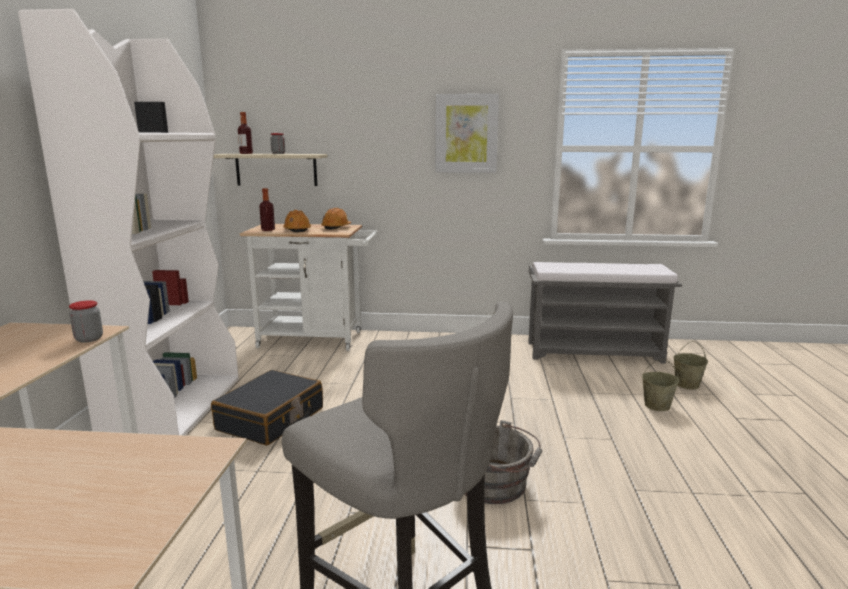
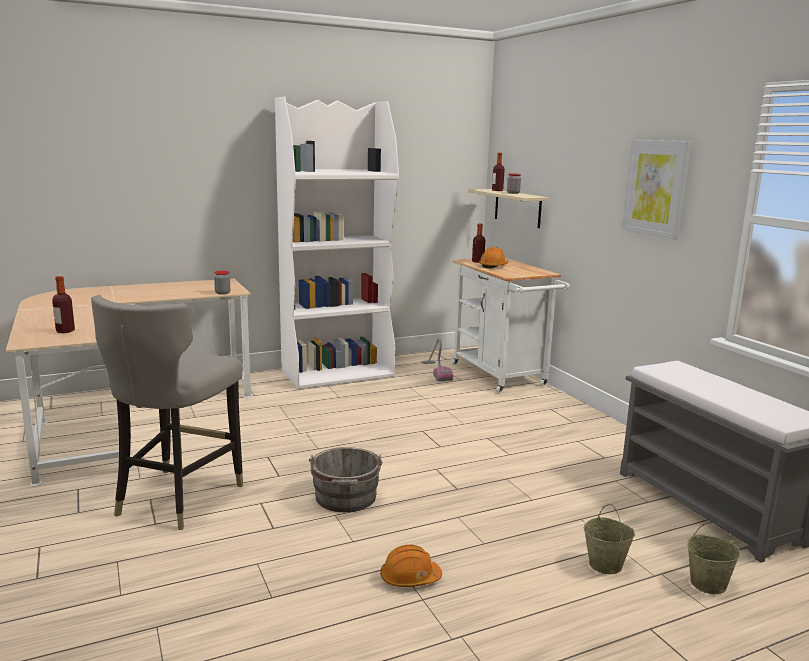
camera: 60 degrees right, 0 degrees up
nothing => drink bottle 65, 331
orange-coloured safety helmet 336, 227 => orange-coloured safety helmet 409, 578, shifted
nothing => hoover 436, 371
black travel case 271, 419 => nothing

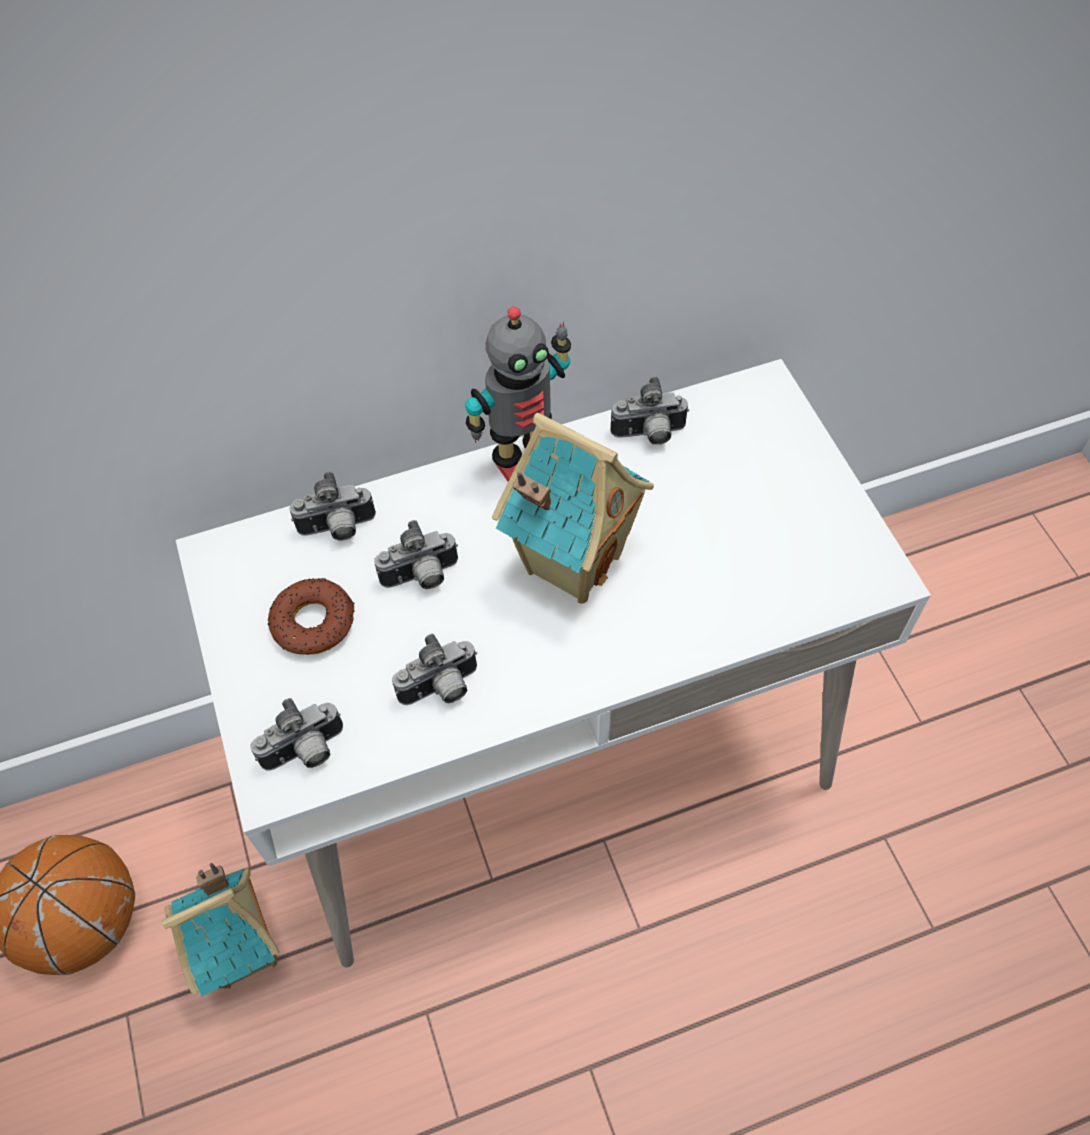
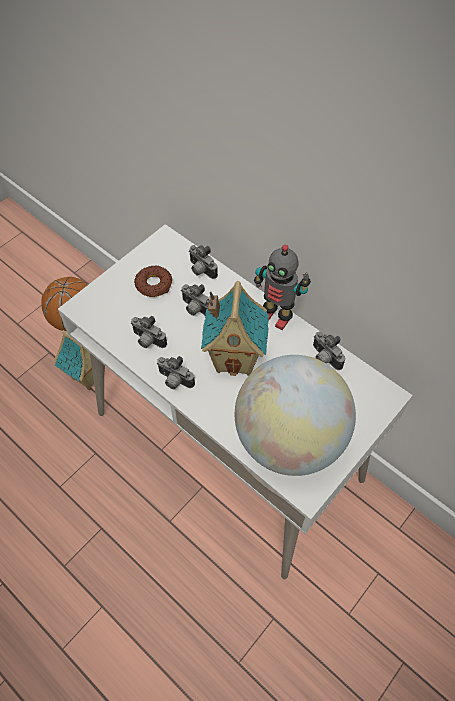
camera: 60 degrees right, 0 degrees up
photo camera 306, 752 => photo camera 174, 381, shifted
nothing => desk globe 289, 438

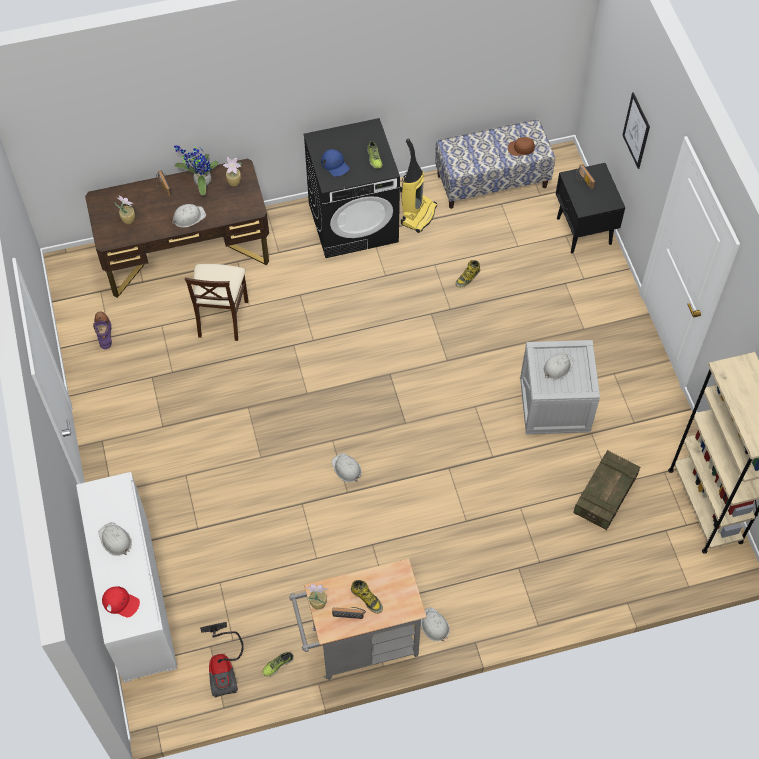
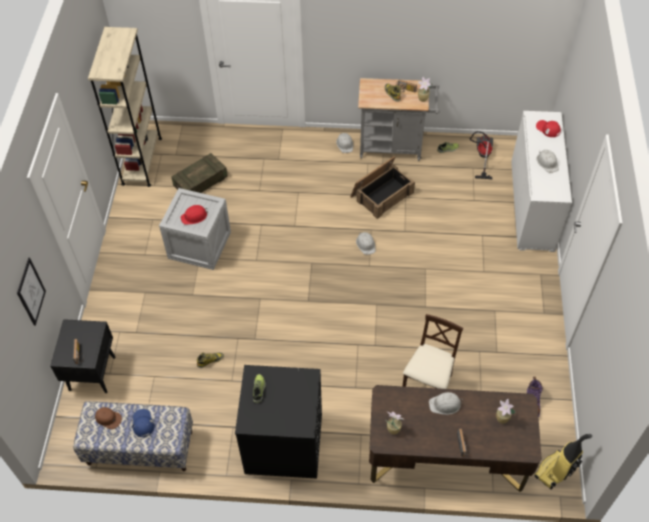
camera: 160 degrees left, 5 degrees down
blue cap 335, 165 => blue cap 143, 423, shifted
whitish safety helmet 557, 367 => reddish safety helmet 194, 216
nothing => packing crate 382, 194
hoover 418, 214 => hoover 554, 471, shifted
plant in a pot 200, 182 => nothing

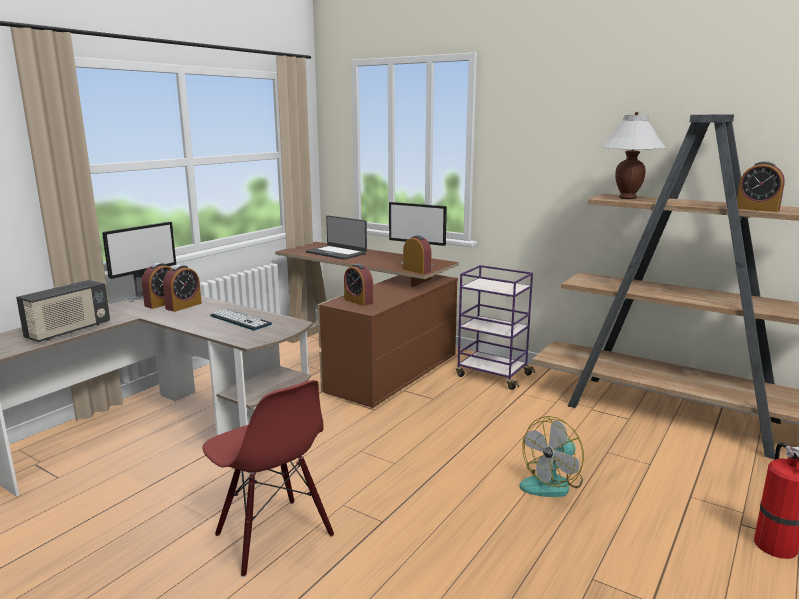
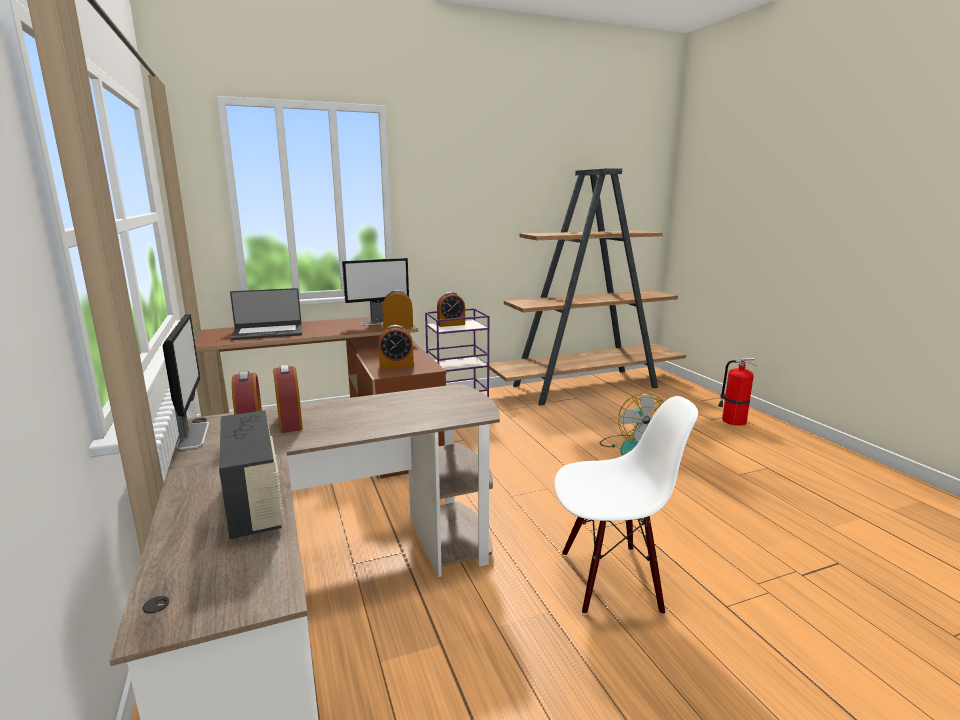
camera: 55 degrees left, 0 degrees up
alarm clock 757, 209 => alarm clock 451, 324, shifted
reddish upright chair 273, 536 => whitish upright chair 610, 580
keyboard 240, 320 => nothing
whitish table lamp 627, 198 => nothing

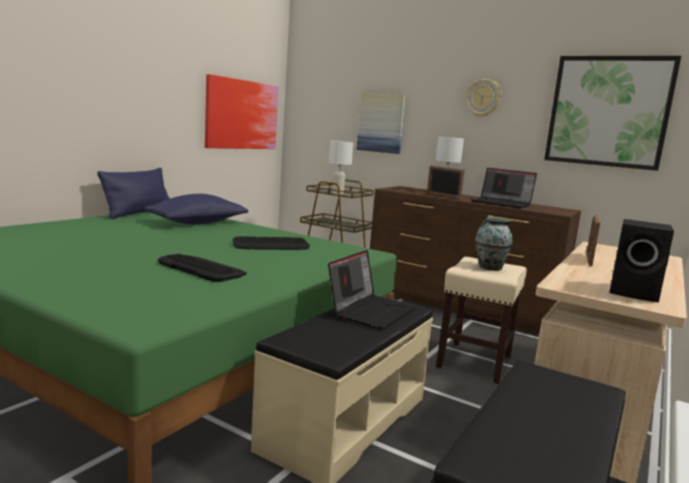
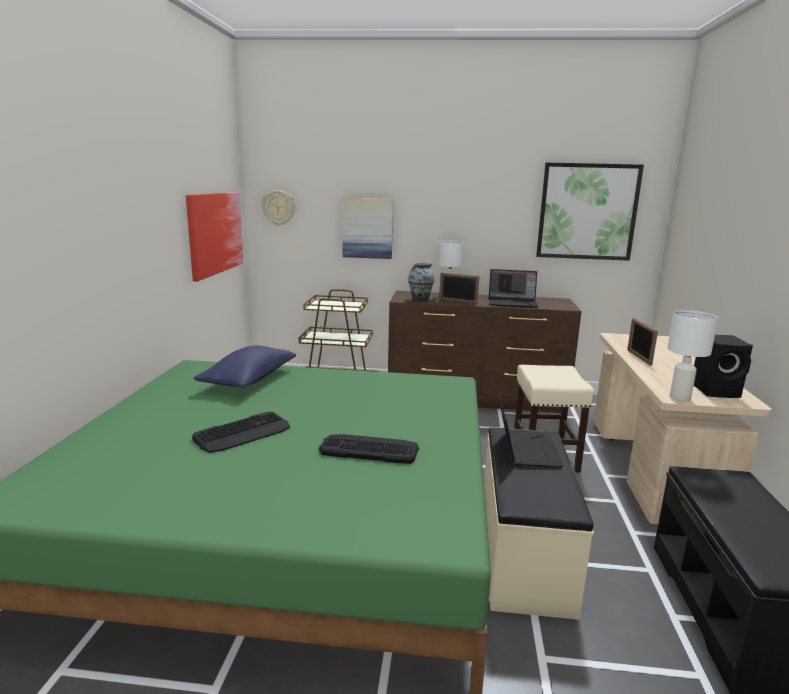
camera: 25 degrees left, 5 degrees up
keyboard 271, 245 => keyboard 243, 433, shifted
wall clock 483, 98 => wall clock 279, 207, shifted
decorative vase 489, 267 => decorative vase 420, 299, shifted
whitish table lamp 338, 193 => whitish table lamp 679, 397, shifted
blue pillow 138, 213 => nothing

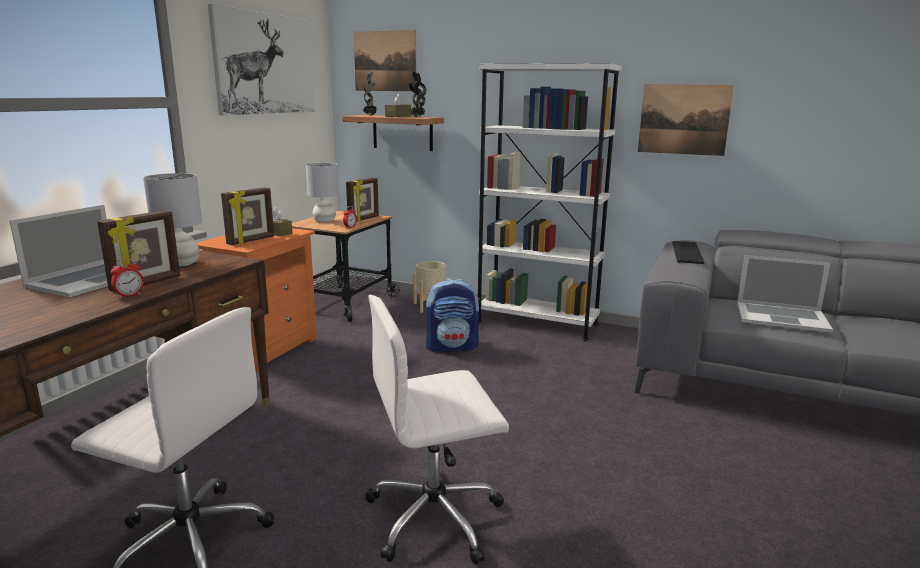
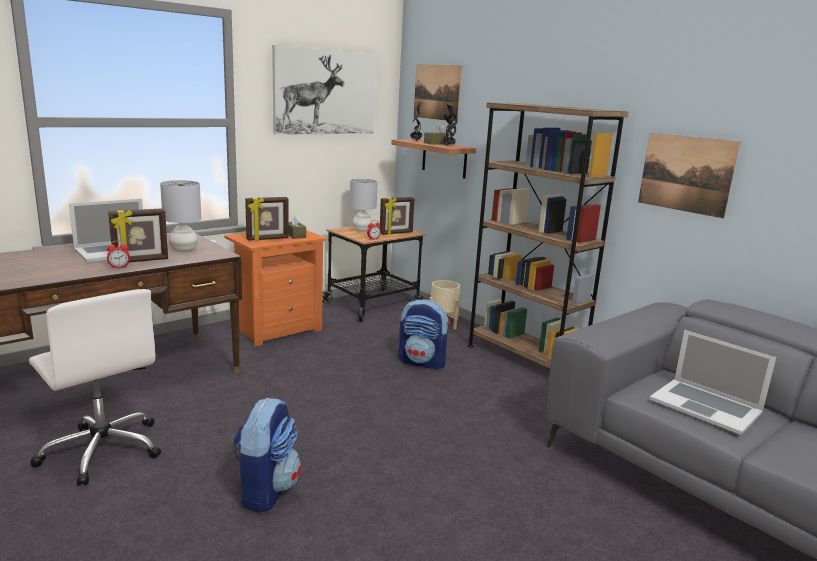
camera: 25 degrees right, 0 degrees up
whitish office chair 436, 516 => backpack 266, 490
whitish shelving unit 537, 323 => brown-coloured shelving unit 524, 359
keyboard 688, 252 => nothing

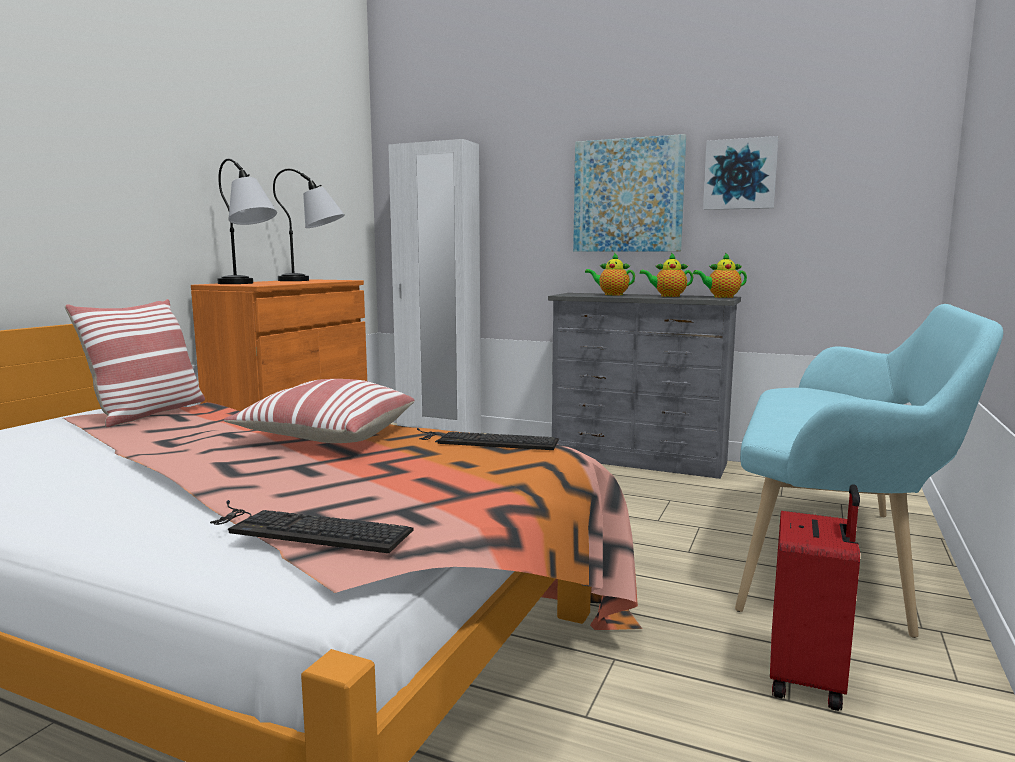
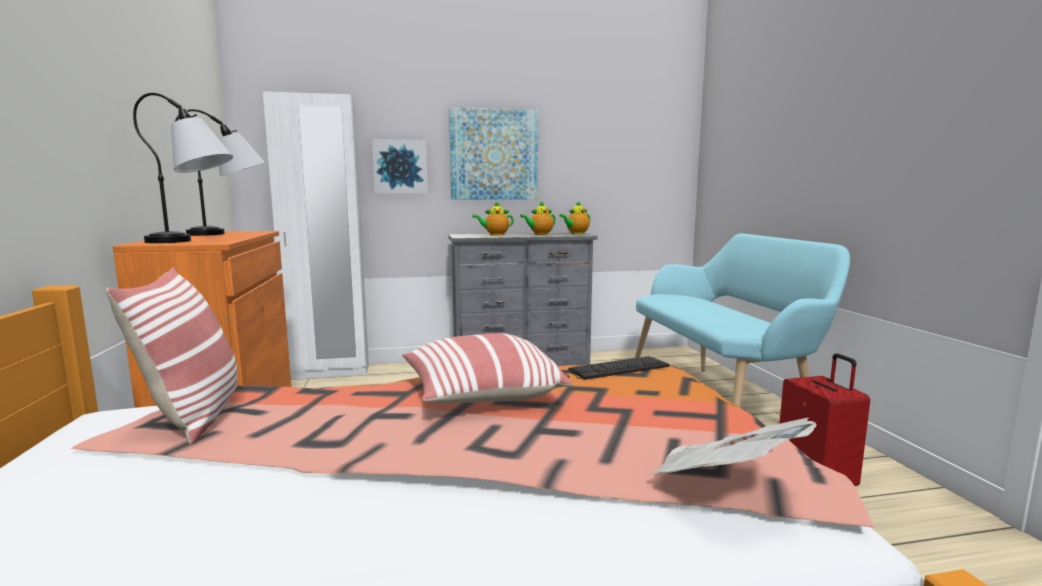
camera: 35 degrees left, 0 degrees up
picture 740, 174 => picture 400, 166, shifted
keyboard 303, 528 => newspaper 723, 484

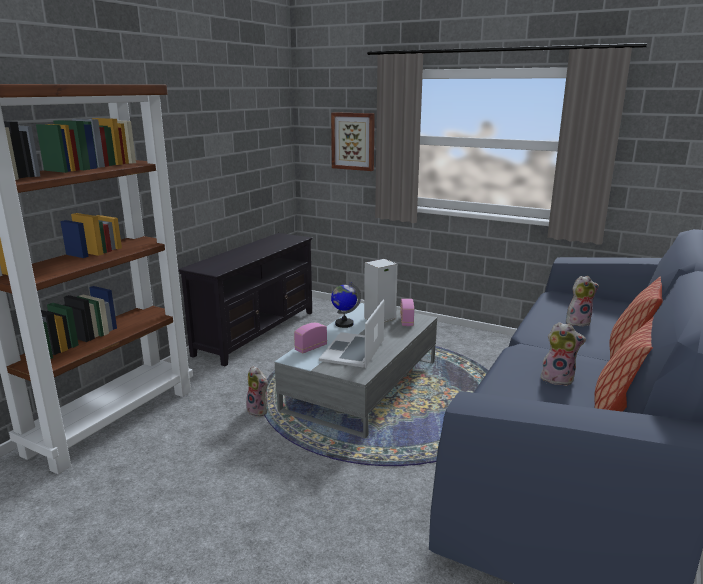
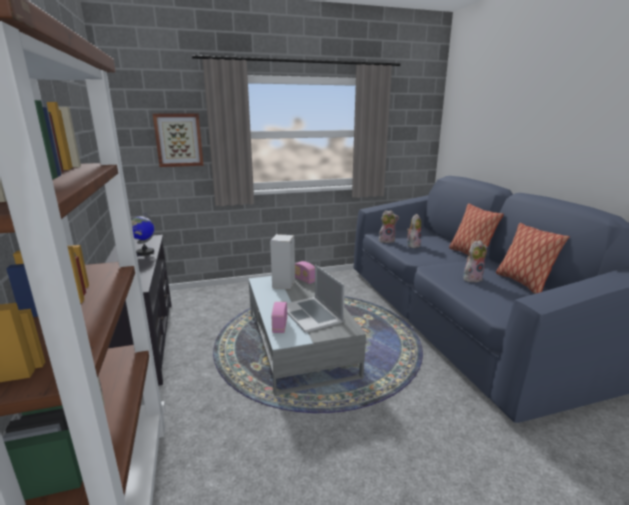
camera: 45 degrees left, 0 degrees up
desk globe 344, 324 => desk globe 145, 252, shifted
soft toy 259, 410 => soft toy 387, 240, shifted

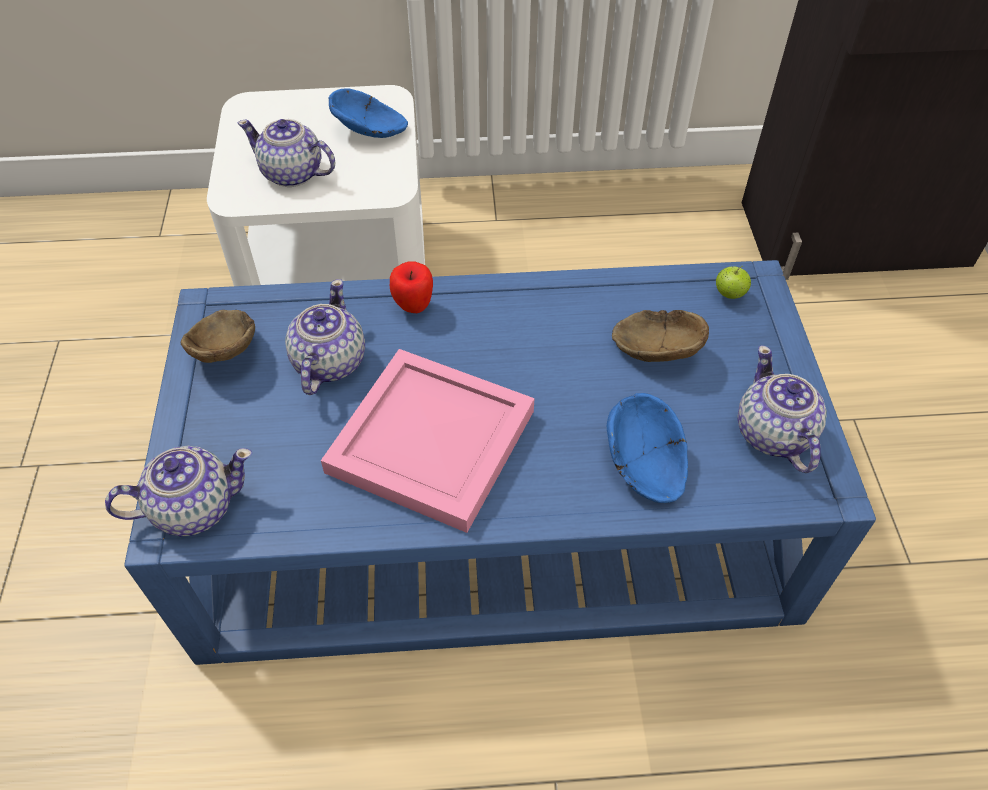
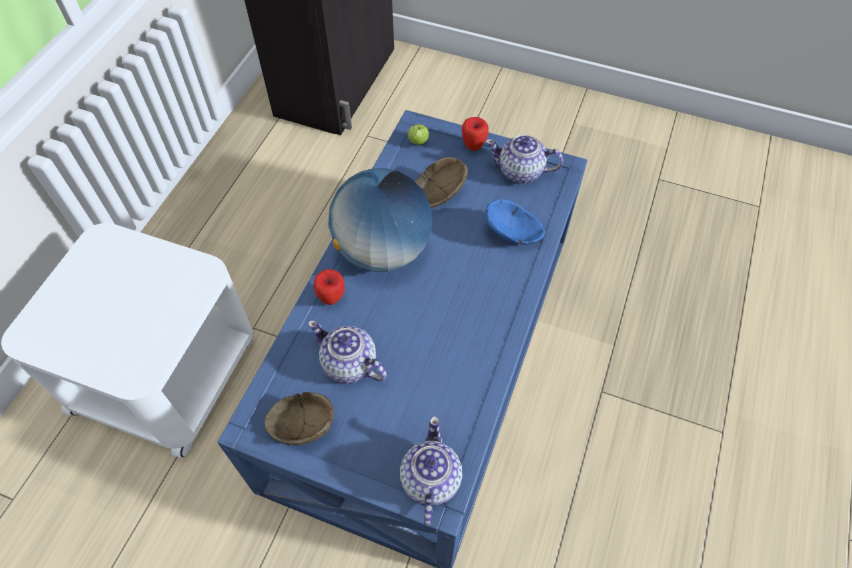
camera: 65 degrees left, 5 degrees up
nothing => desk globe 383, 250
nothing => apple fruit 473, 145
tea pot 293, 174 => nothing
pinkish tray 430, 438 => nothing
blue deep dish 372, 132 => nothing

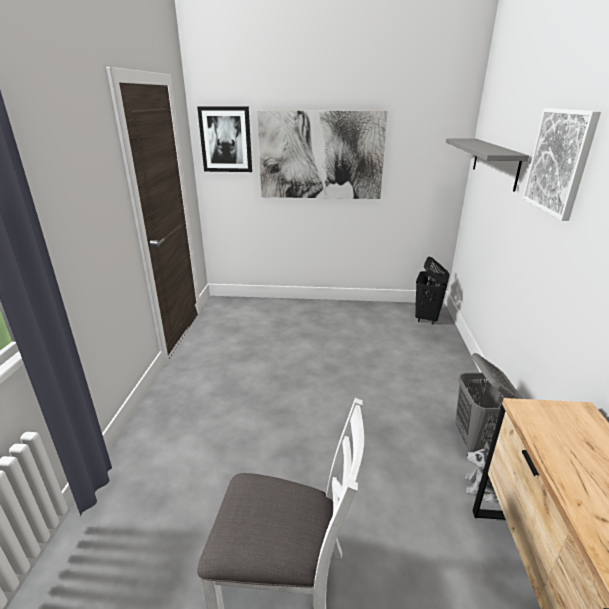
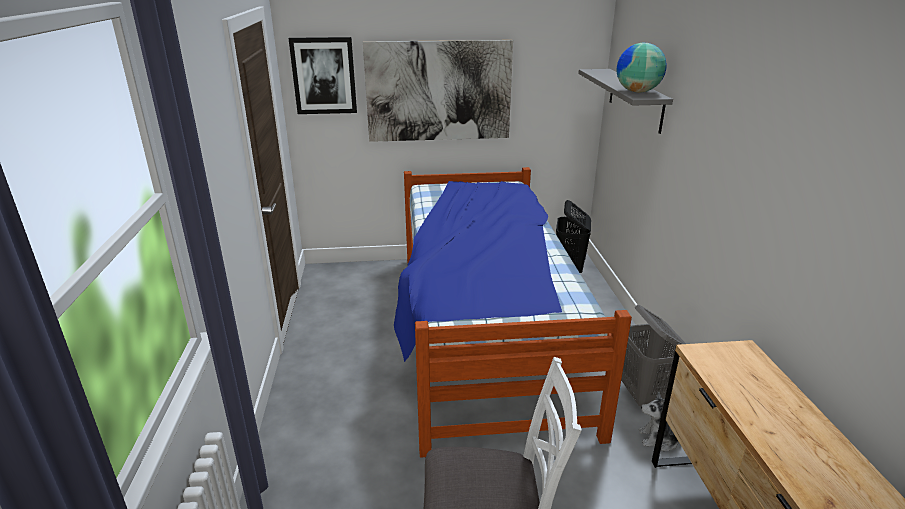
camera: 10 degrees left, 0 degrees up
nothing => sleeping bed 483, 330
nothing => desk globe 637, 92
picture 559, 161 => nothing

